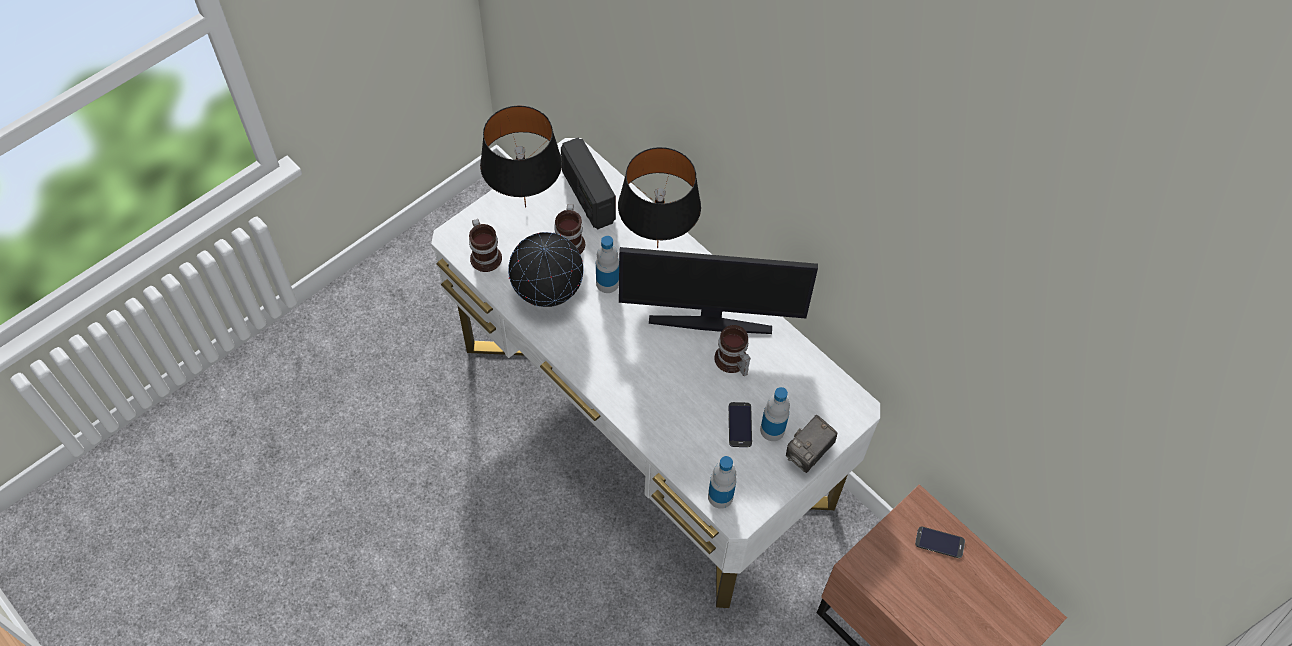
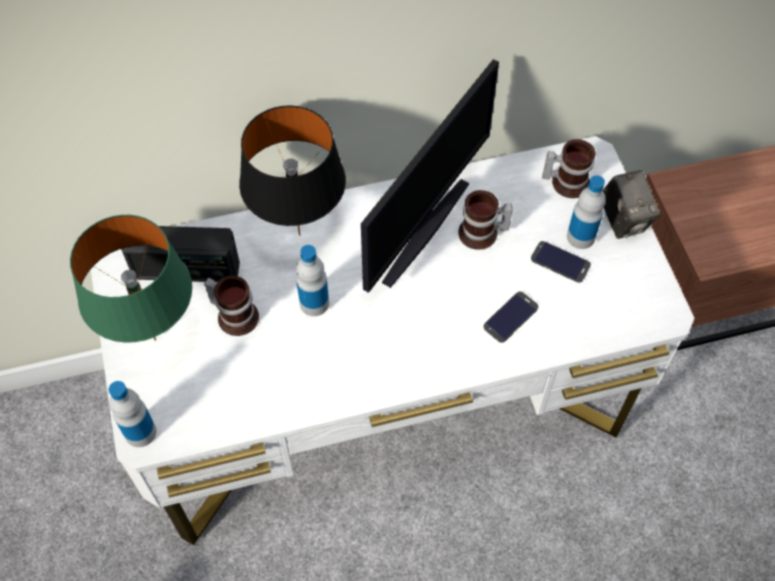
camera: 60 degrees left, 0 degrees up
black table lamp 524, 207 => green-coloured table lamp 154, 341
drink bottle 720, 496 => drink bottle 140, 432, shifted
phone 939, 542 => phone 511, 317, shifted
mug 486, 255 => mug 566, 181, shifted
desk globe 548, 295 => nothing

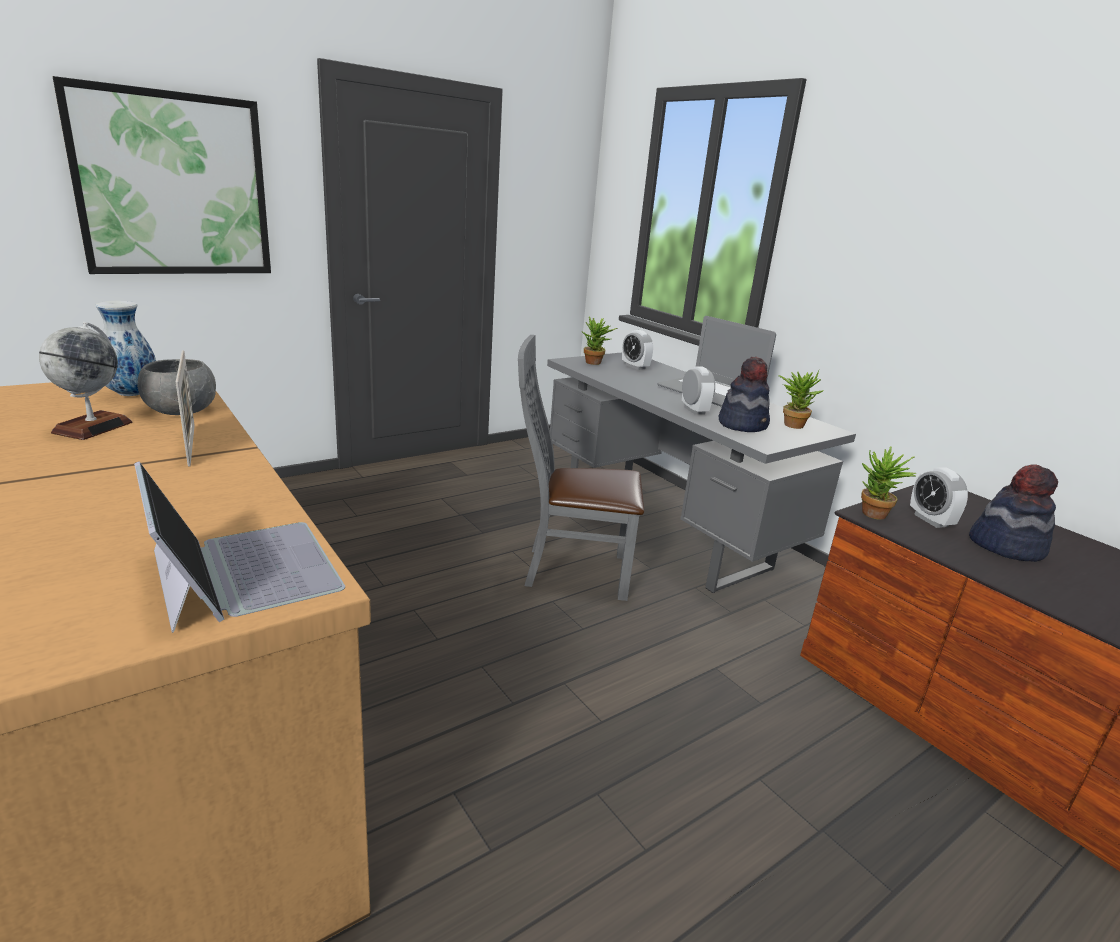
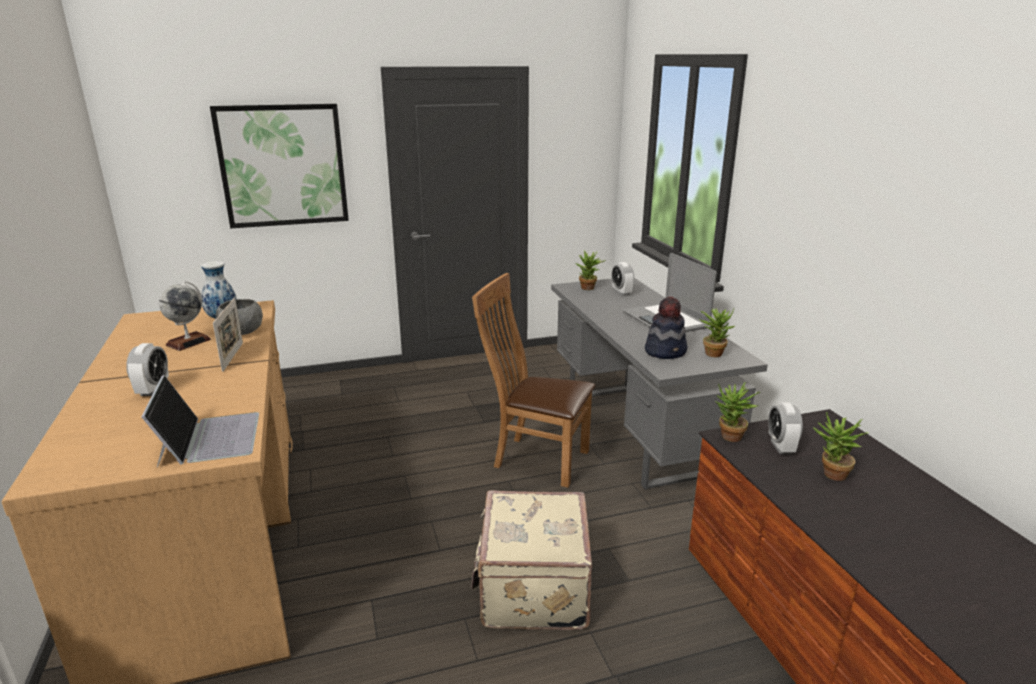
camera: 20 degrees right, 0 degrees up
alarm clock 694, 410 => alarm clock 153, 389, shifted
greyish upright chair 569, 570 => brown-coloured upright chair 535, 458
nothing => sand-coloured travel case 532, 589
hat 1006, 546 => plant in a pot 830, 475

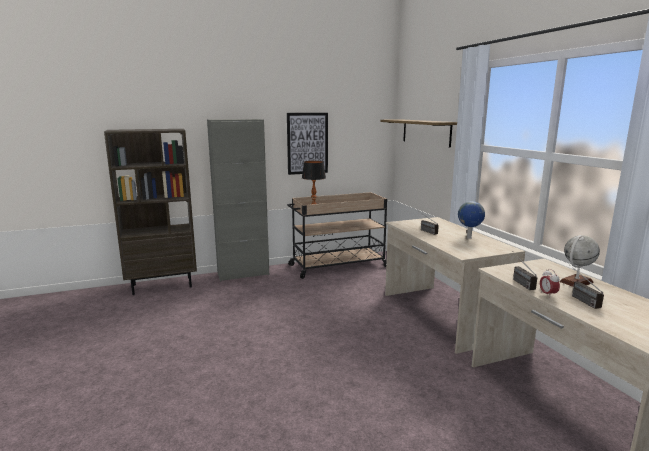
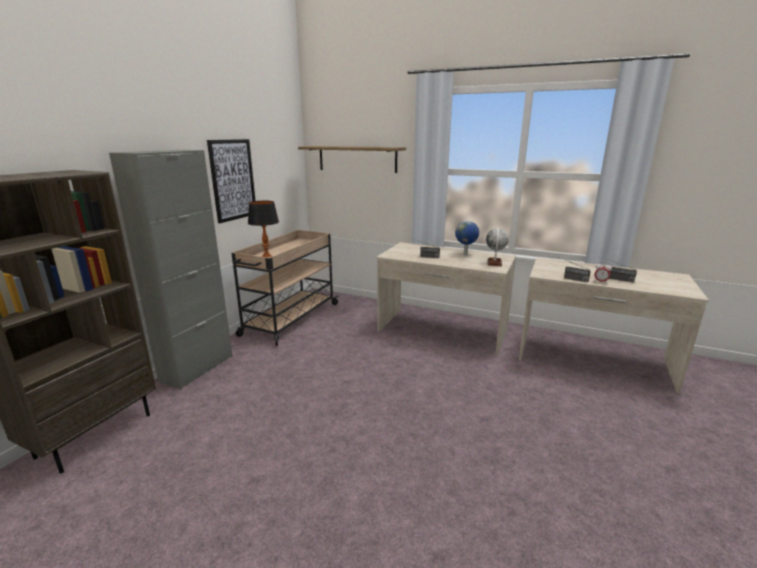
camera: 45 degrees left, 5 degrees up
desk globe 576, 282 => desk globe 494, 263, shifted

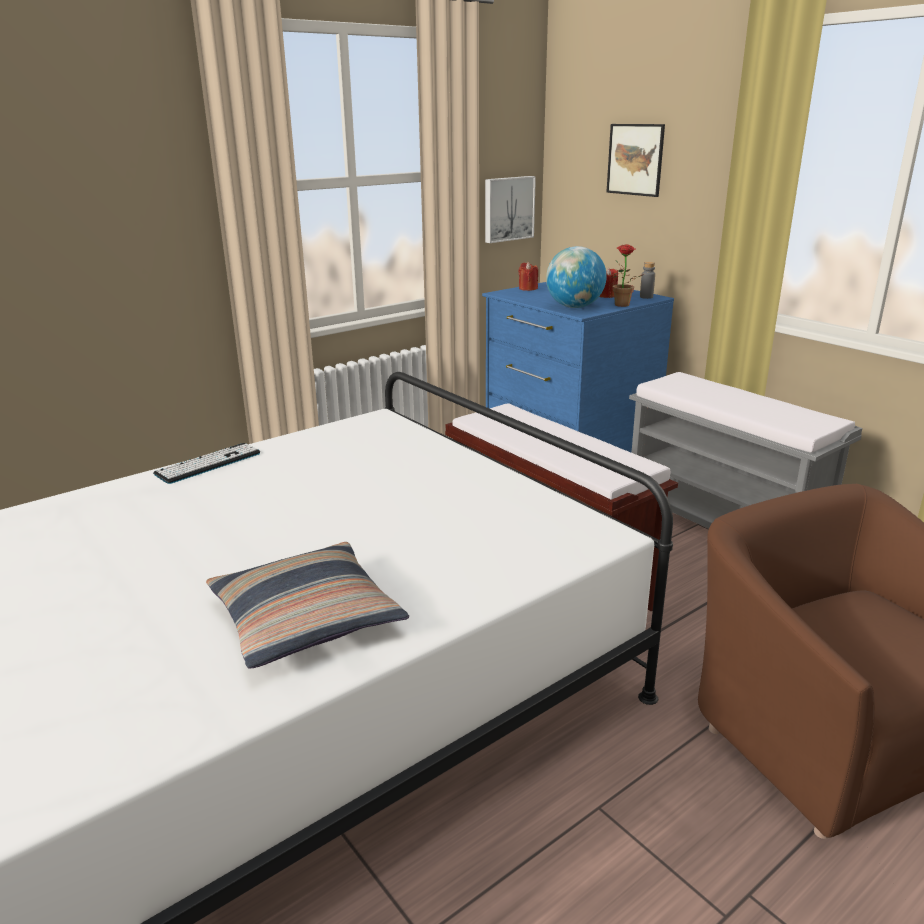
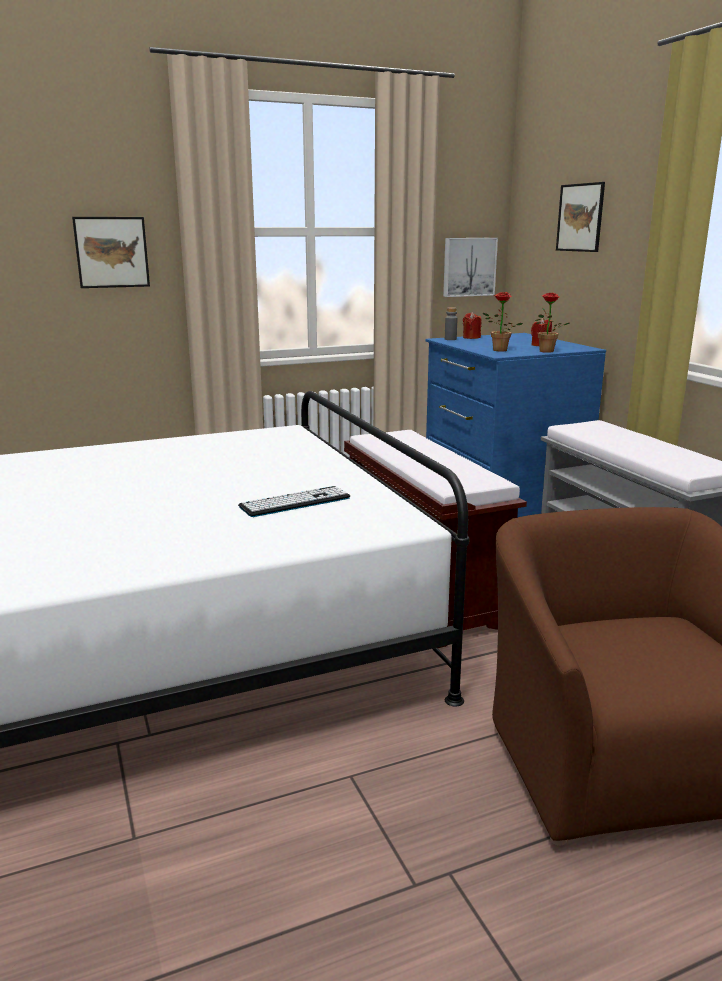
camera: 15 degrees right, 5 degrees down
nothing => picture 112, 252
keyboard 208, 463 => keyboard 295, 502, shifted
greyish drink bottle 646, 297 => greyish drink bottle 450, 339, shifted
desk globe 574, 307 => plant in a pot 498, 350
pillow 306, 618 => nothing

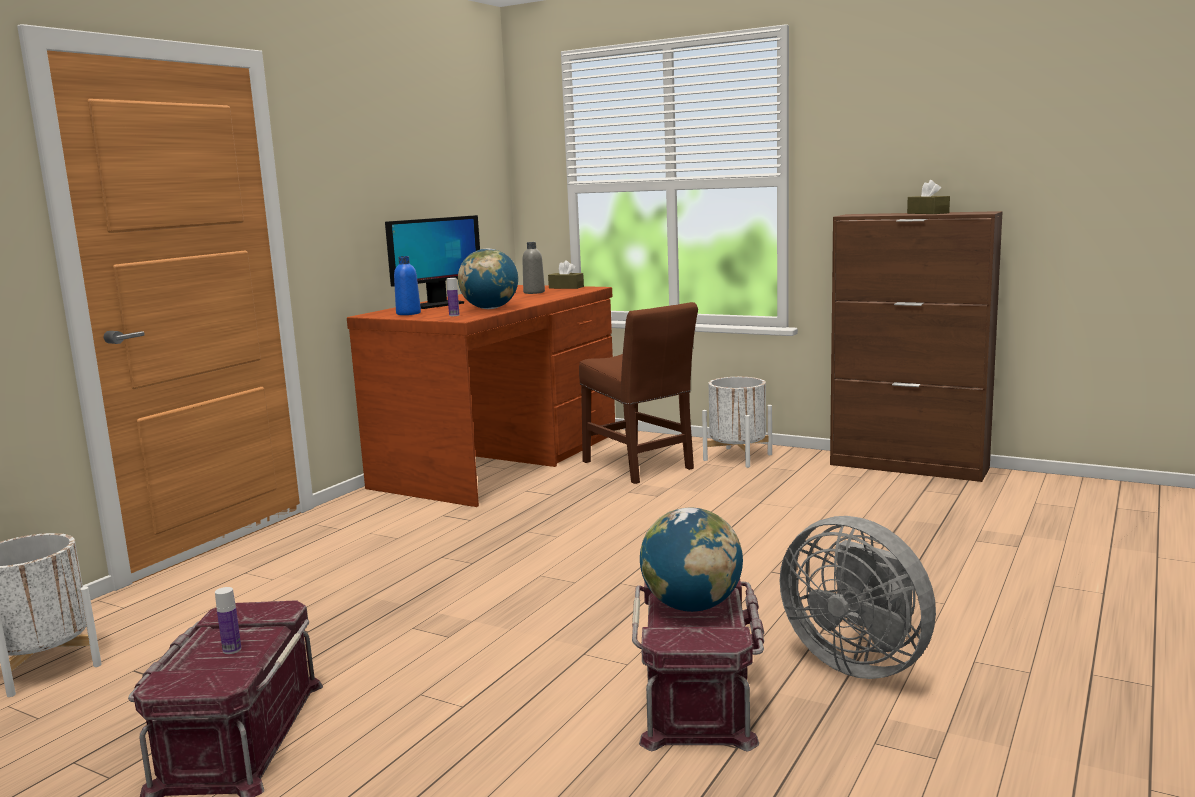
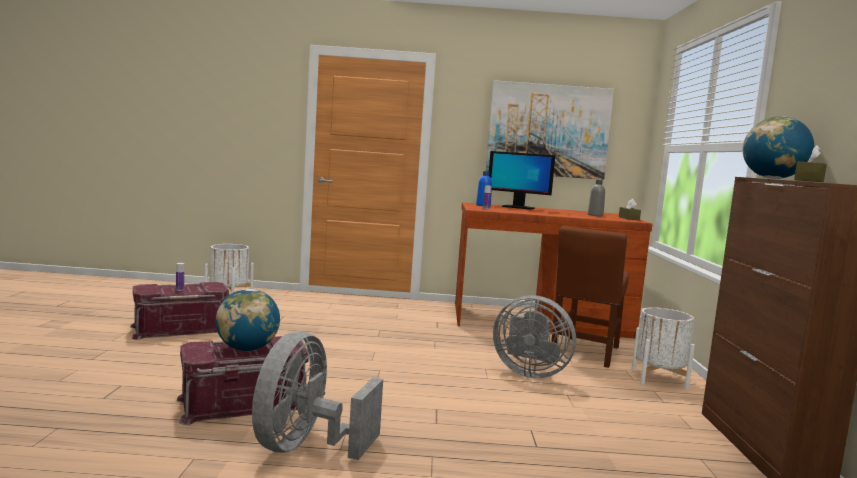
camera: 60 degrees right, 5 degrees down
nothing => picture 548, 130
nothing => greyish cooling fan 529, 372
desk globe 490, 308 => desk globe 772, 178, shifted

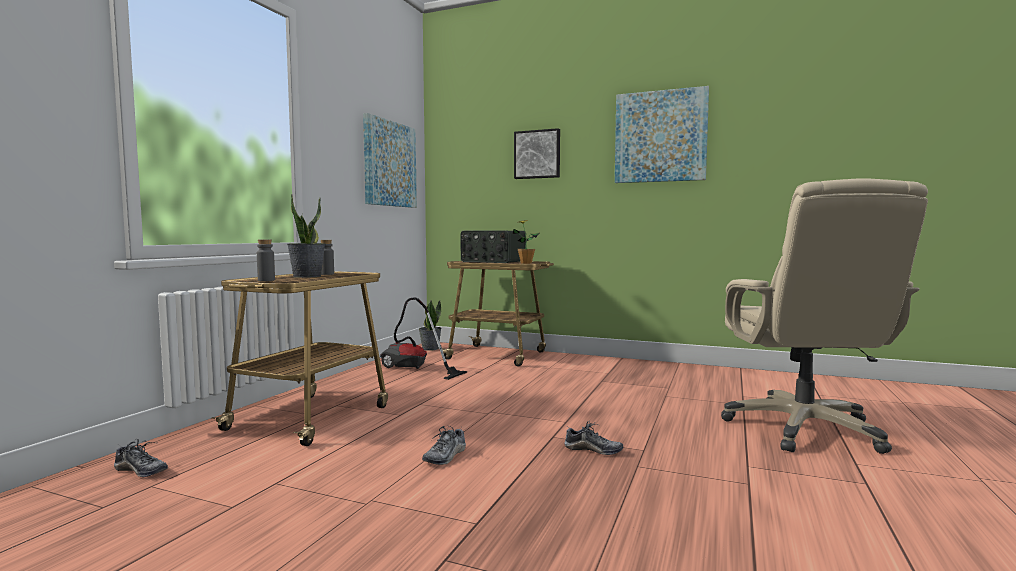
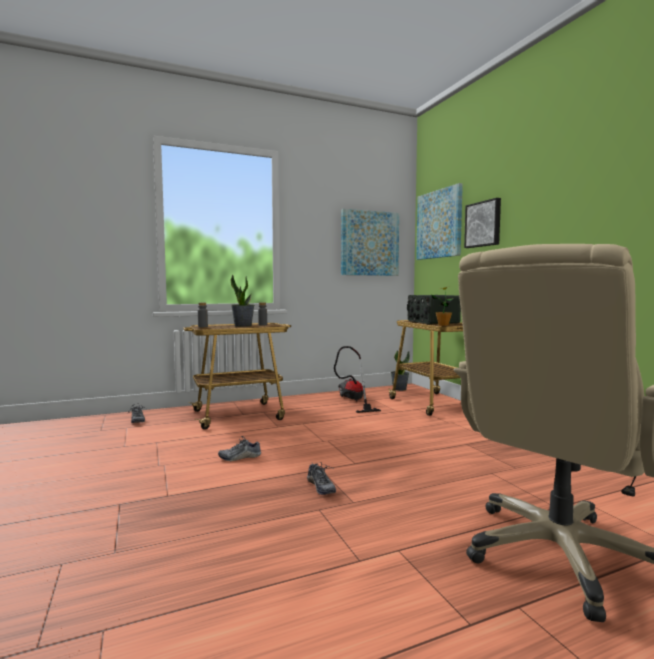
camera: 45 degrees right, 0 degrees up
picture 660, 137 => picture 439, 224, shifted

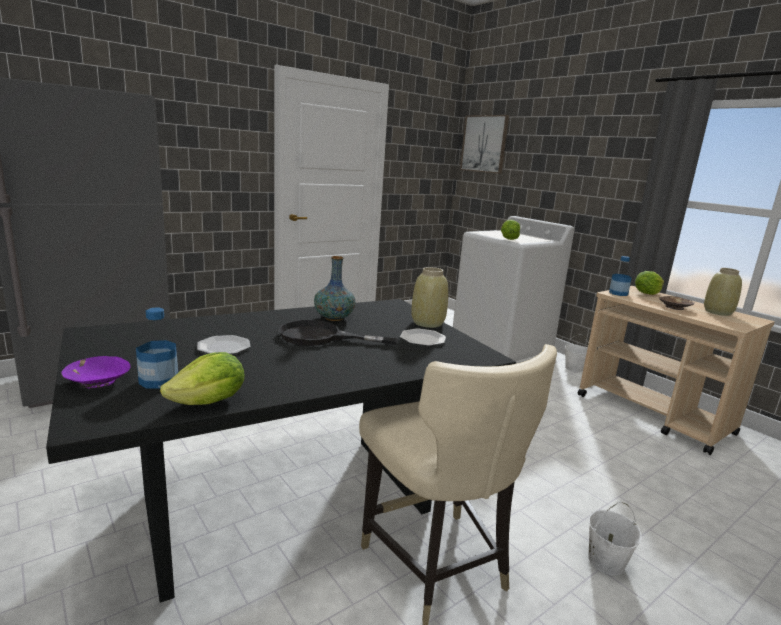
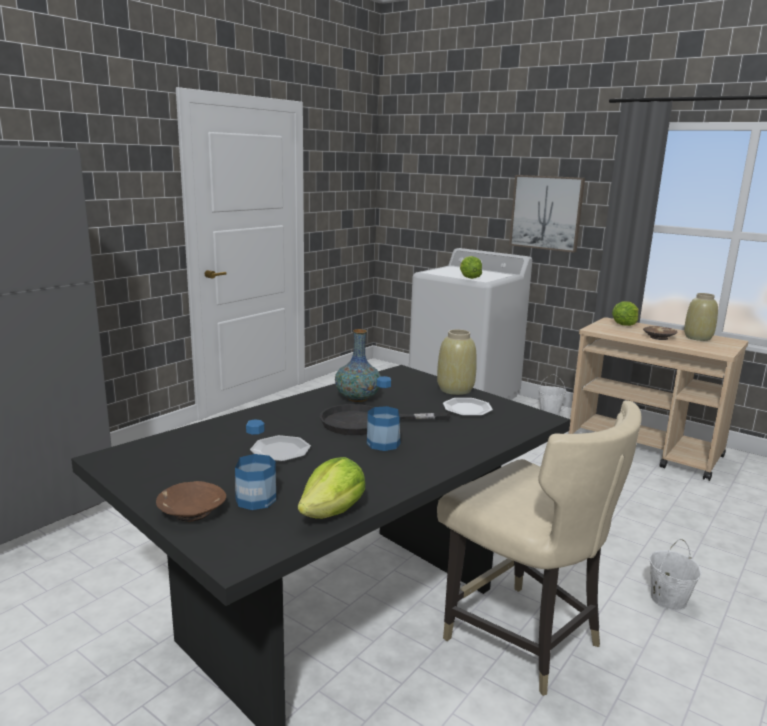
camera: 15 degrees left, 0 degrees up
purplish deep dish 97, 381 => brown-coloured deep dish 191, 512
drink bottle 618, 293 => drink bottle 383, 443, shifted
picture 484, 144 => picture 546, 212, shifted

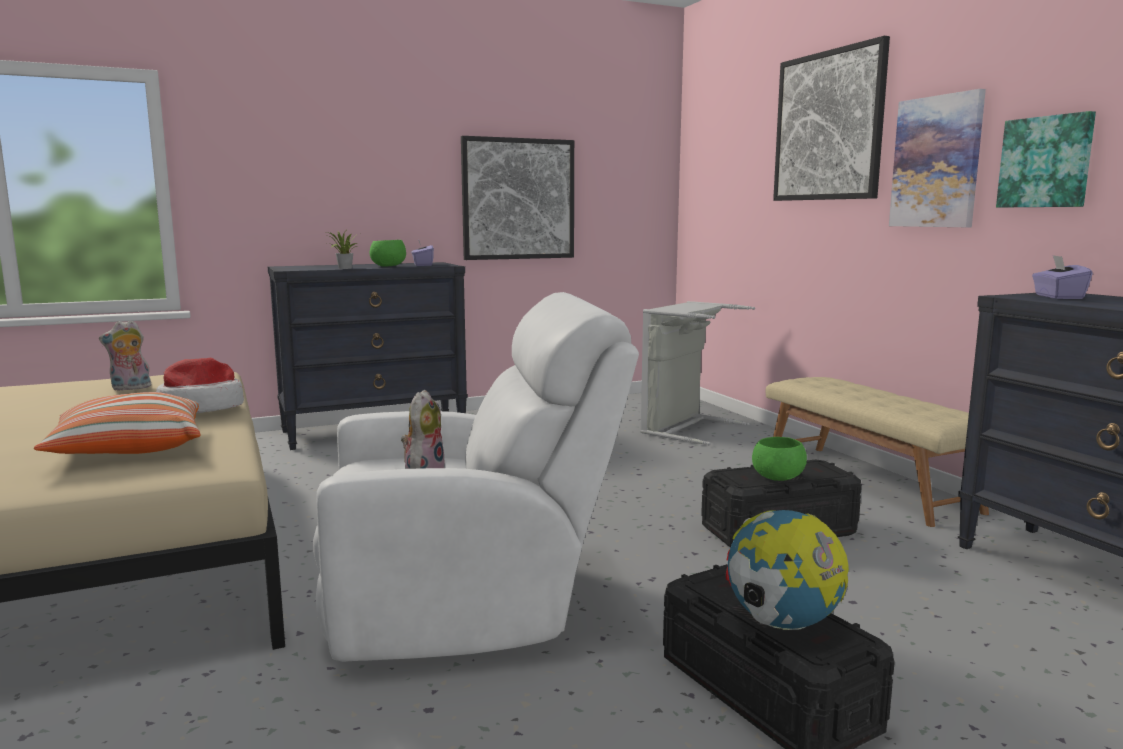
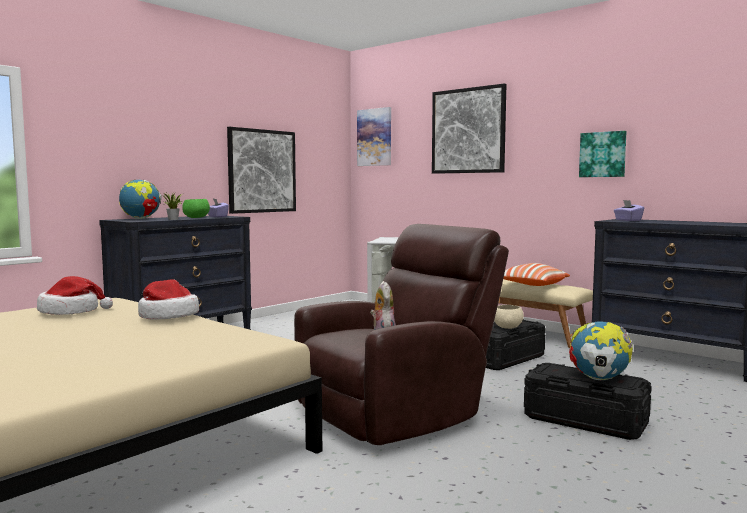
camera: 25 degrees left, 5 degrees down
soft toy 130, 388 => hat 71, 311
nothing => desk globe 141, 218
whitish armchair 470, 605 => brown-coloured armchair 397, 415
picture 936, 162 => picture 374, 137, shifted
green-coloured deep dish 776, 477 => sand-coloured deep dish 507, 327
pillow 129, 450 => pillow 532, 286, shifted

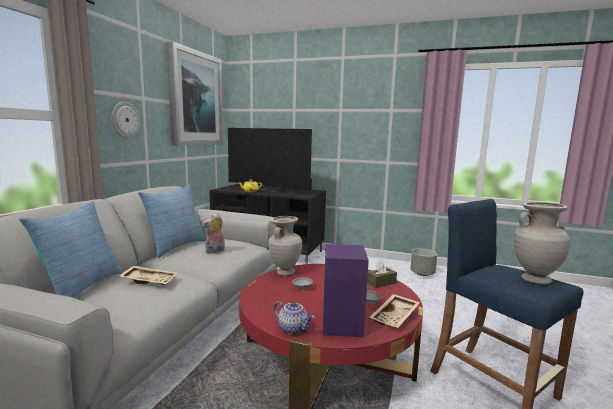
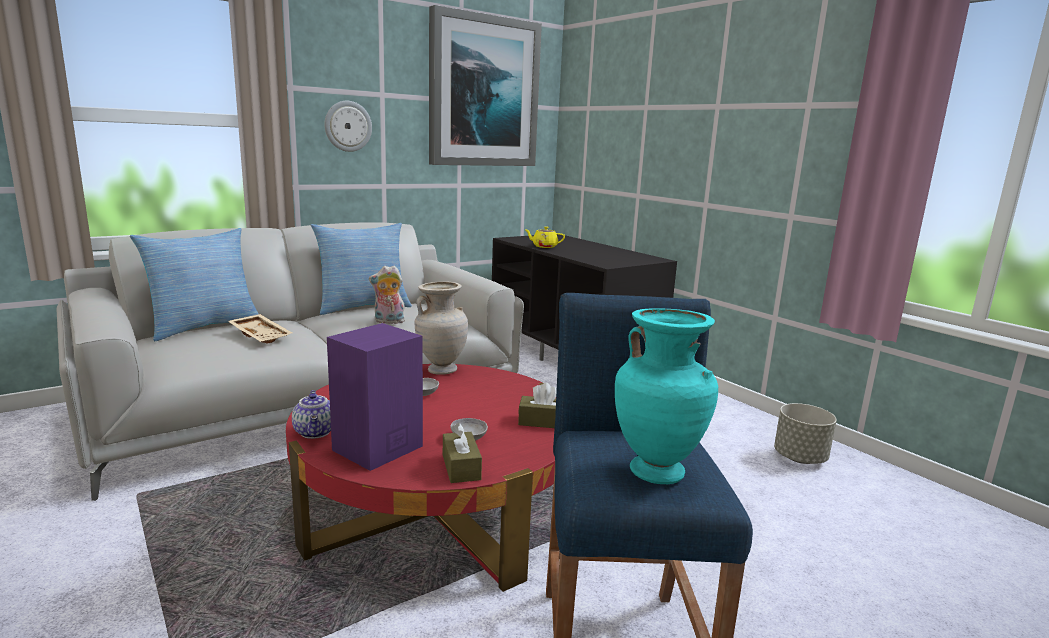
camera: 35 degrees right, 5 degrees up
sand-coloured tray 395, 317 => brown-coloured box of tissues 461, 467
sand-coloured decorative vase 534, 280 => blue-green decorative vase 657, 472
TV 270, 190 => nothing

